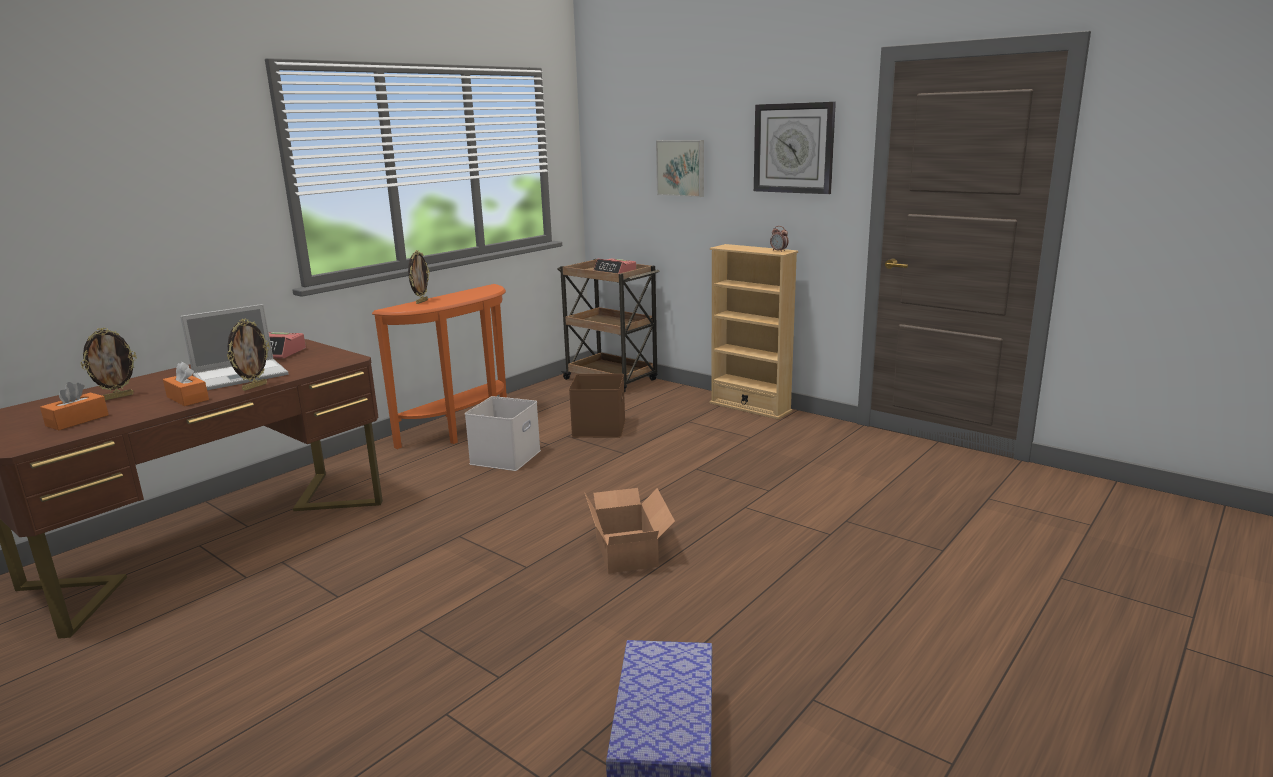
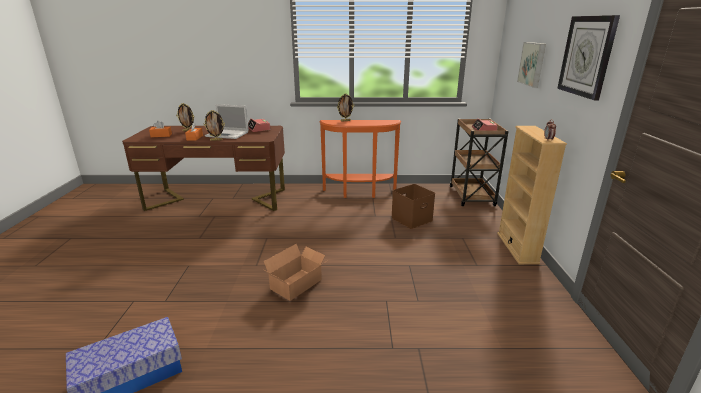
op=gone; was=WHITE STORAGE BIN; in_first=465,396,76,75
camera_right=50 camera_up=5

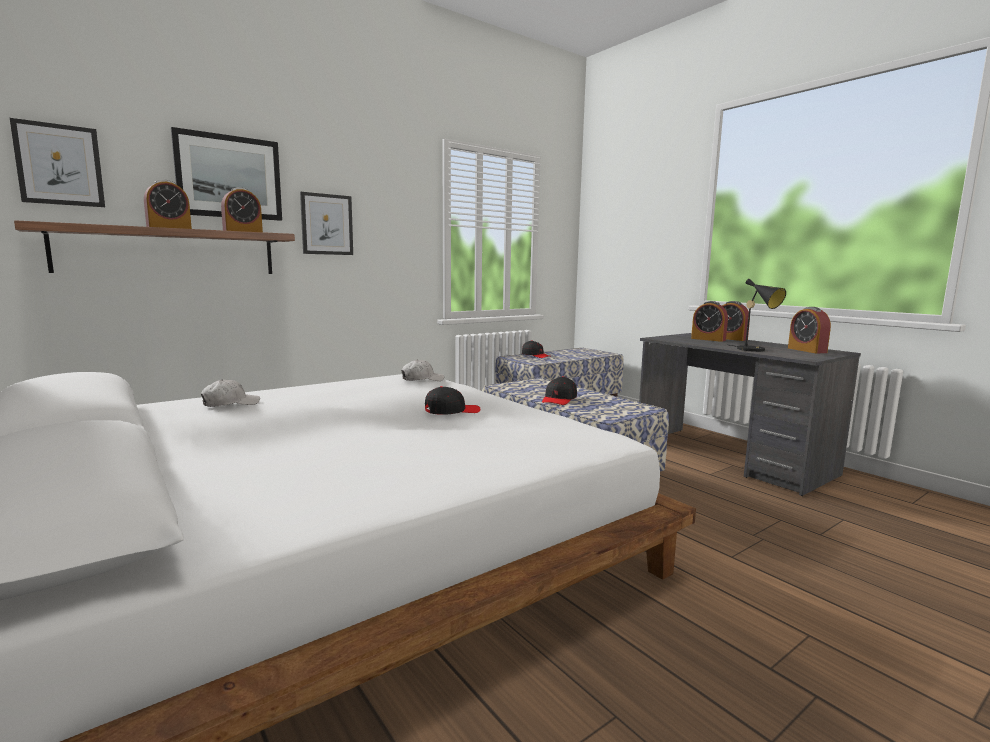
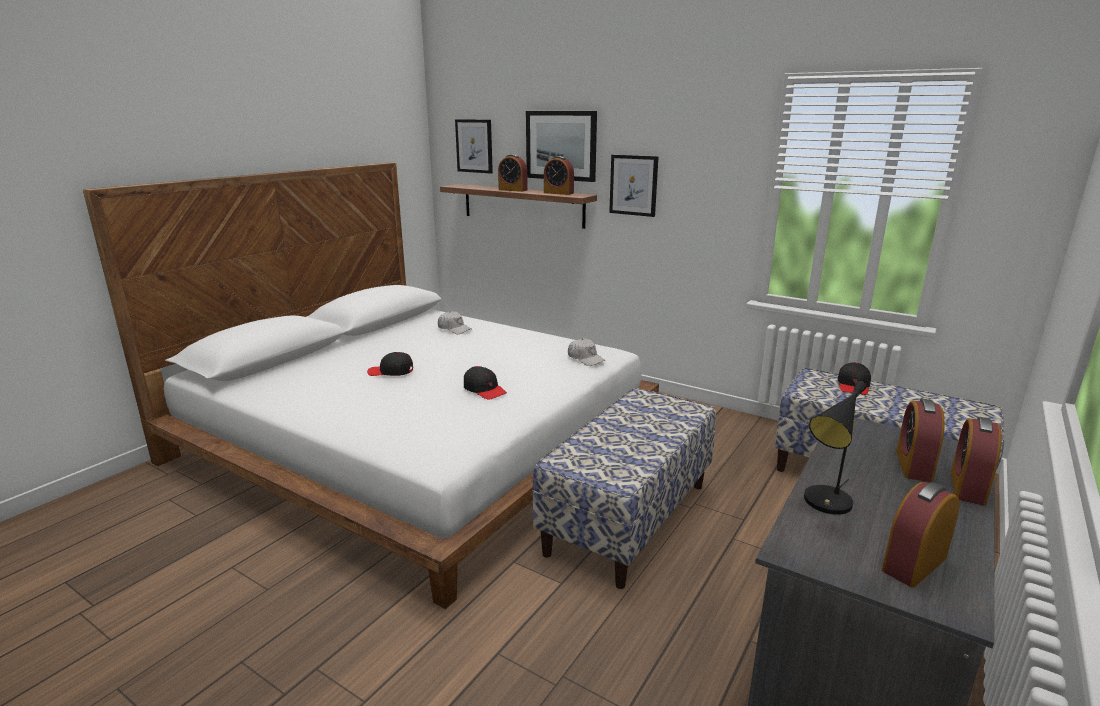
op=shifted; was=BLACK PEAKED CAP; in_first=542,376,35,29; in_second=367,352,46,24
camera_right=70 camera_up=10

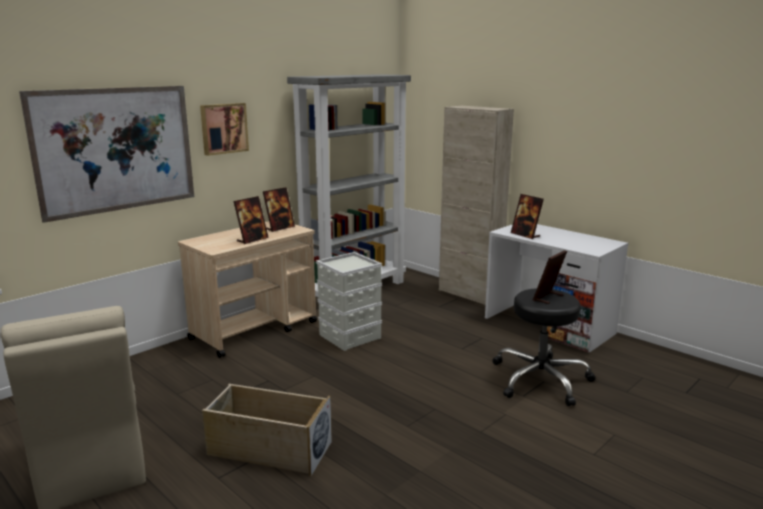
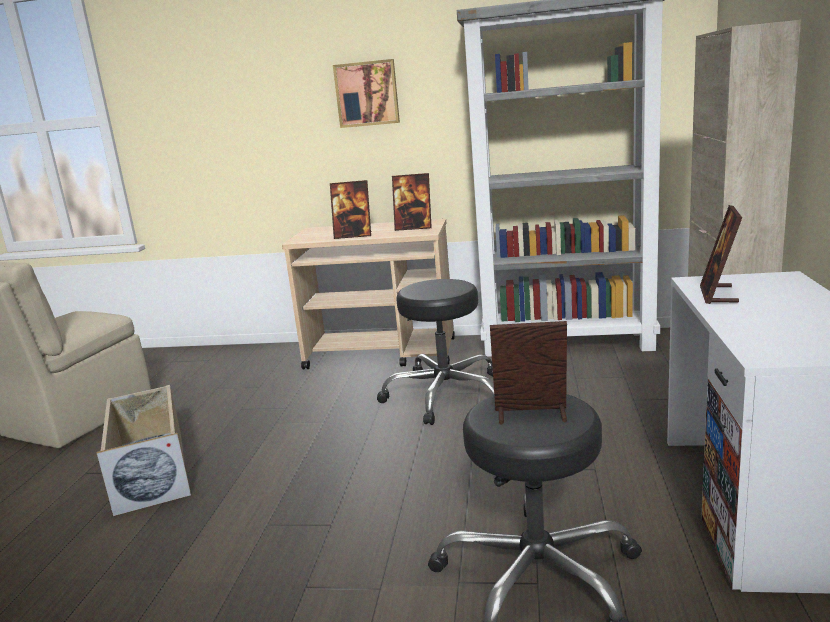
op=gone; was=PICTURE; in_first=19,86,175,137
op=swapped; was=GREYISH STORAGE BIN; now=BLACK STOOL SEAT; in_first=316,252,66,99; in_second=377,279,117,146
camera_right=55 camera_up=0

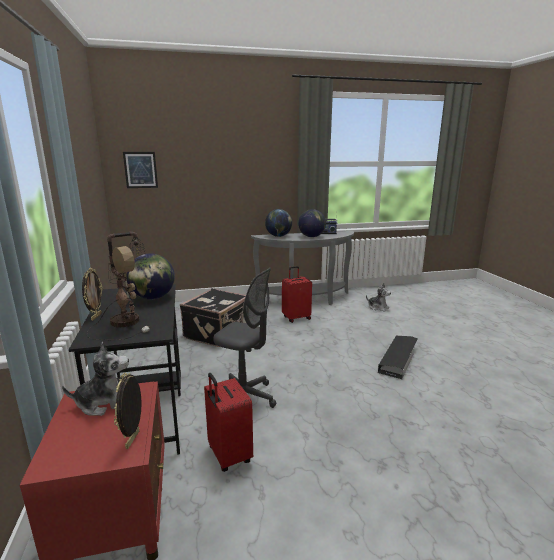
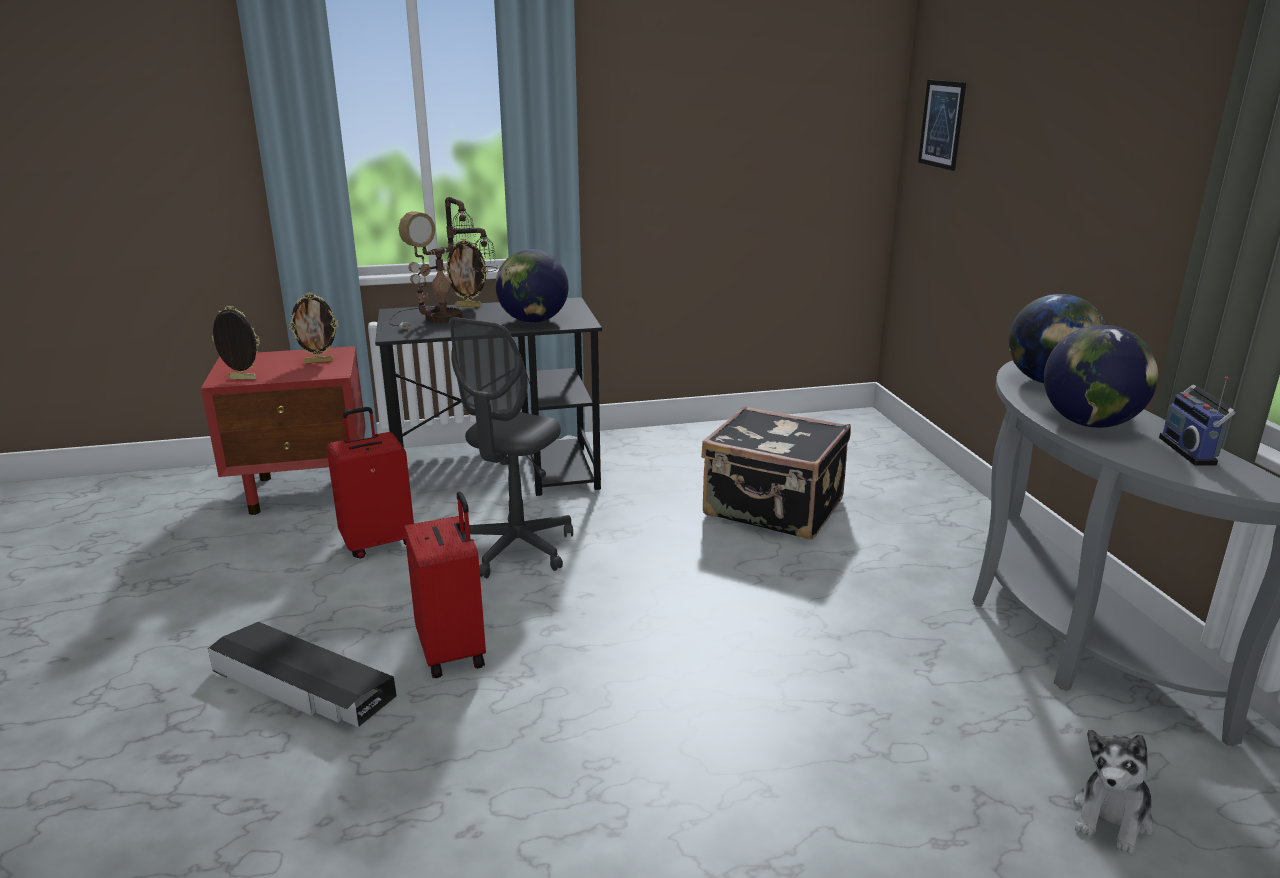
op=shifted; was=RED-COLOURED PIECE OF LUGGAGE; in_first=282,266,30,57; in_second=404,491,82,187
op=shifted; was=BLACK STORAGE BIN; in_first=378,336,39,43; in_second=208,622,189,105
op=swapped; was=PLUSH TOY; now=PHOTO FRAME; in_first=62,342,67,74; in_second=288,293,51,70
camera_right=90 camera_up=5

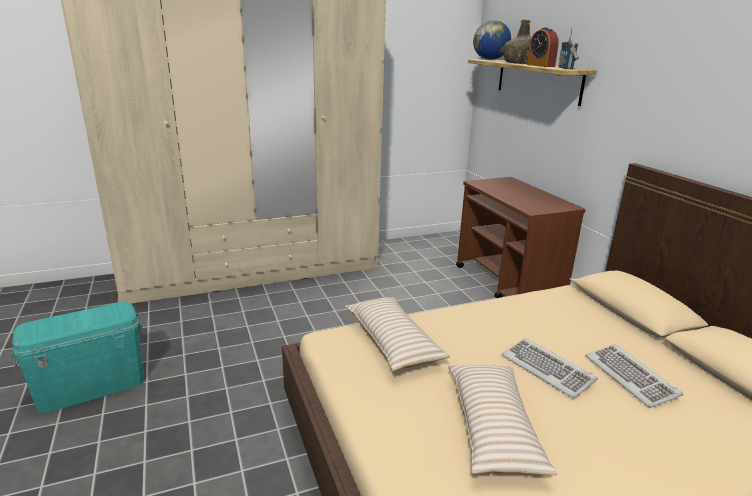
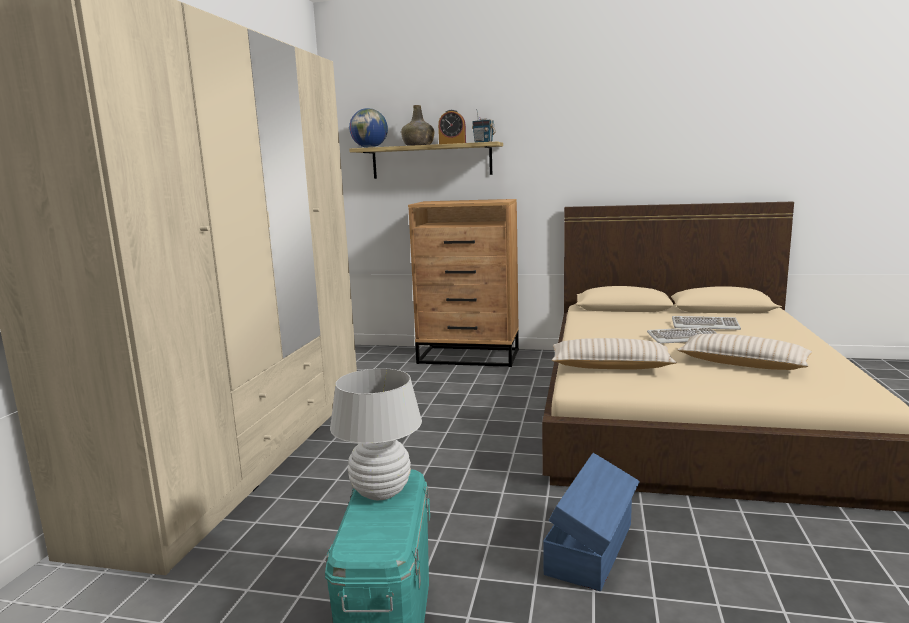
op=new; now=WHITE LAMP FOR A TABLE; in_second=330,368,92,132
op=new; now=BLUE-COLOURED STORAGE BIN; in_second=543,453,97,138
op=swapped; was=BROWN WHEELED CART; now=BROWN CHEST OF DRAWERS; in_first=456,177,130,121; in_second=408,199,111,168
camera_right=-55 camera_up=-10

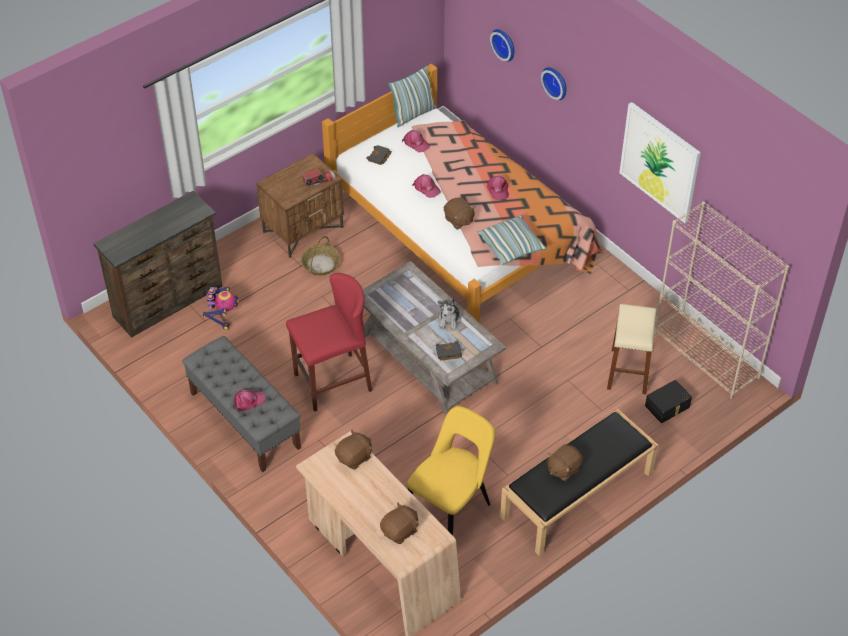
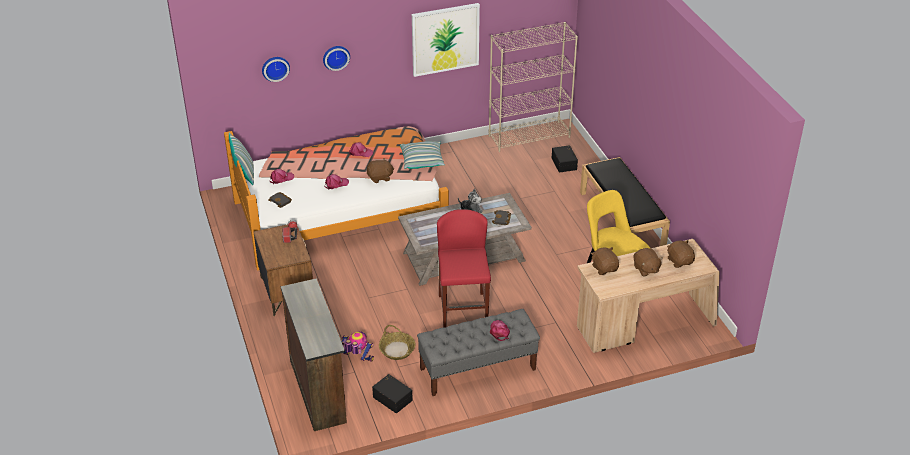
op=gone; was=SAND-COLOURED STOOL SEAT; in_first=607,304,49,90
op=new; now=BLACK STORAGE BIN; in_second=372,374,41,39
op=shifted; was=BASKET; in_first=301,236,39,39; in_second=379,325,36,35
op=shifted; was=BROWN PLUSH TOY; in_first=548,444,36,37; in_second=634,248,29,29
camera_right=-70 camera_up=-10

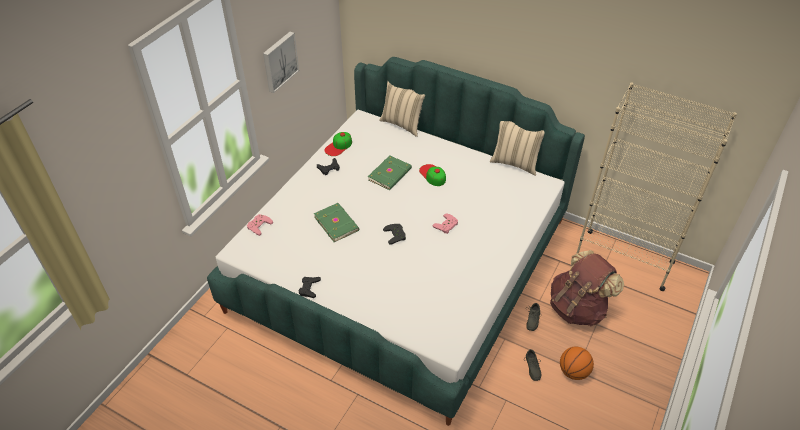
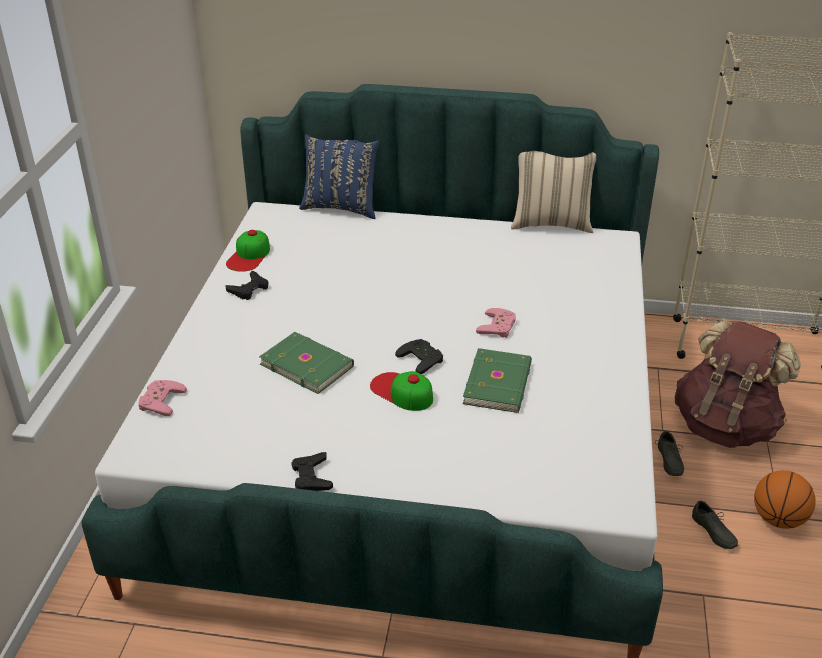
op=gone; was=PICTURE; in_first=263,32,36,61
op=shifted; was=GREEN-COLOURED BOOK; in_first=368,155,44,35; in_second=463,348,69,65
op=shifted; was=PEAKED CAP; in_first=419,164,27,22; in_second=370,371,63,40
op=repainted; was=SAND-COLOURED CUSHION; now=BLUE-COLOURED CUSHION; in_first=379,81,46,56; in_second=299,134,80,85
camera_right=-20 camera_up=-10

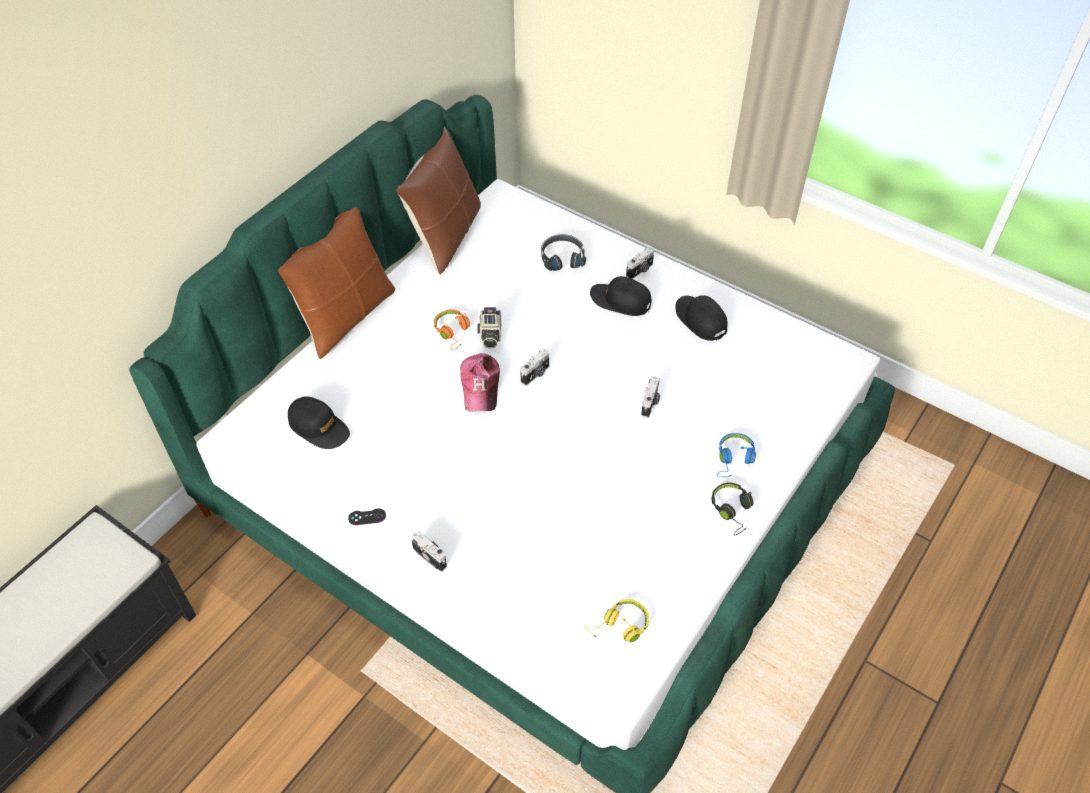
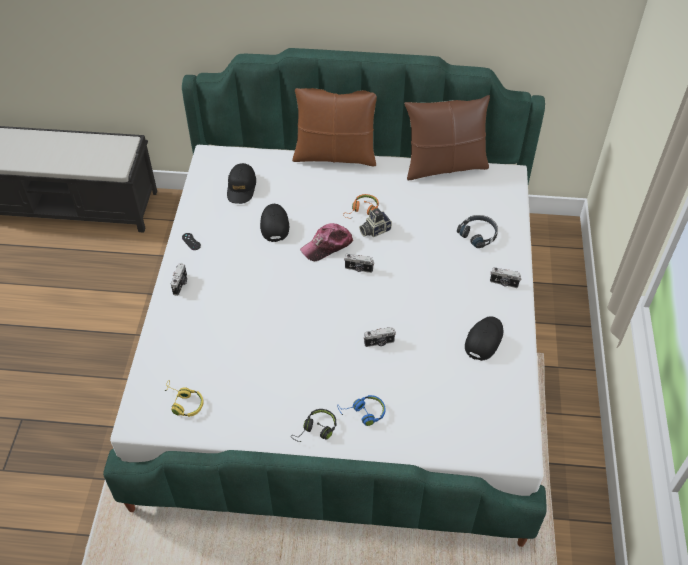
op=shifted; was=BLACK PEAKED CAP; in_first=590,276,62,40; in_second=260,204,29,38
camera_right=60 camera_up=0

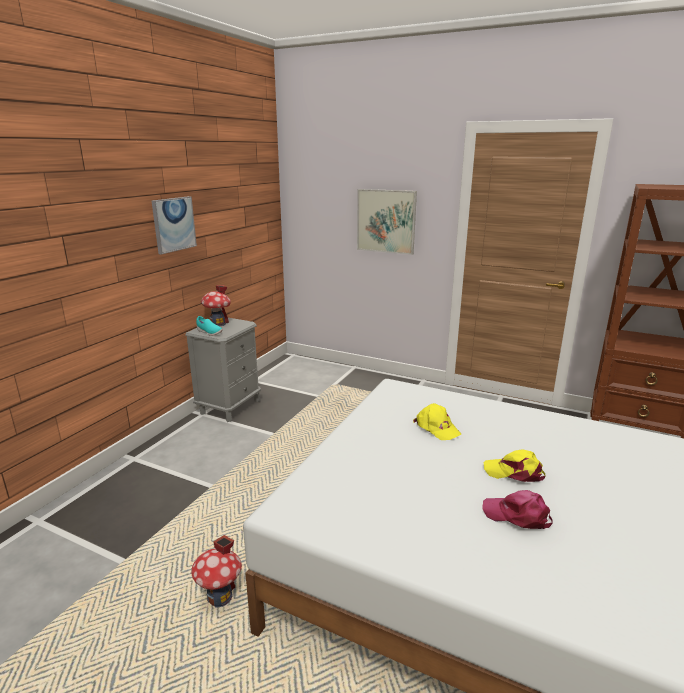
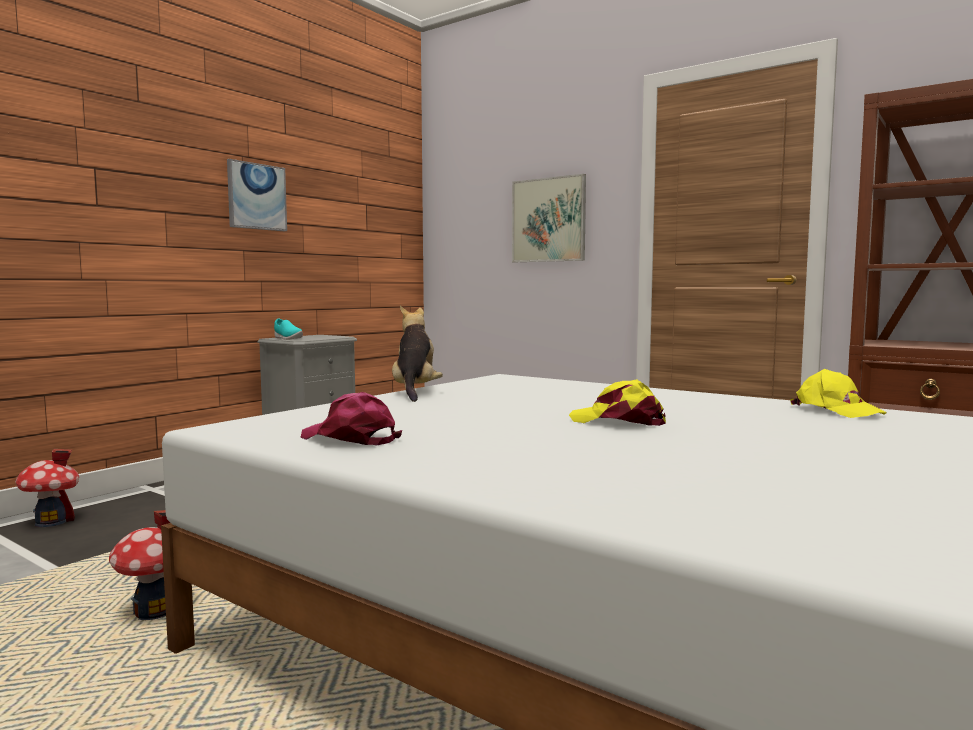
op=new; now=PLUSH TOY; in_second=392,306,51,96
op=shifted; was=MINIATURE HOUSE; in_first=201,285,30,41; in_second=15,449,64,78
op=shifted; was=YELLOW PEAKED CAP; in_first=413,403,48,37; in_second=790,369,97,49
op=shifted; was=PINK-COLOURED PEAKED CAP; in_first=482,490,71,39; in_second=300,392,102,54
camera_right=10 camera_up=-15

